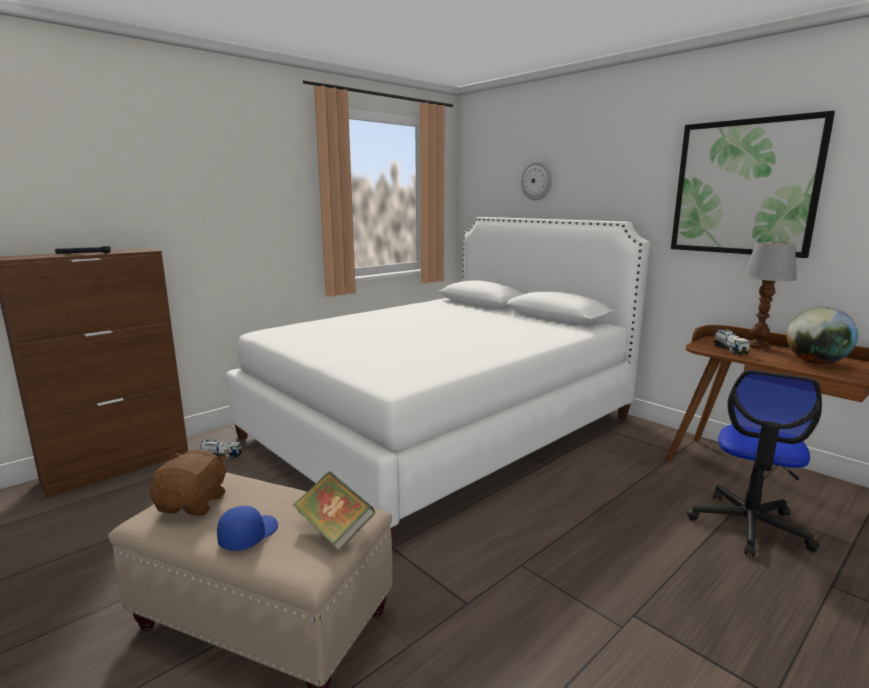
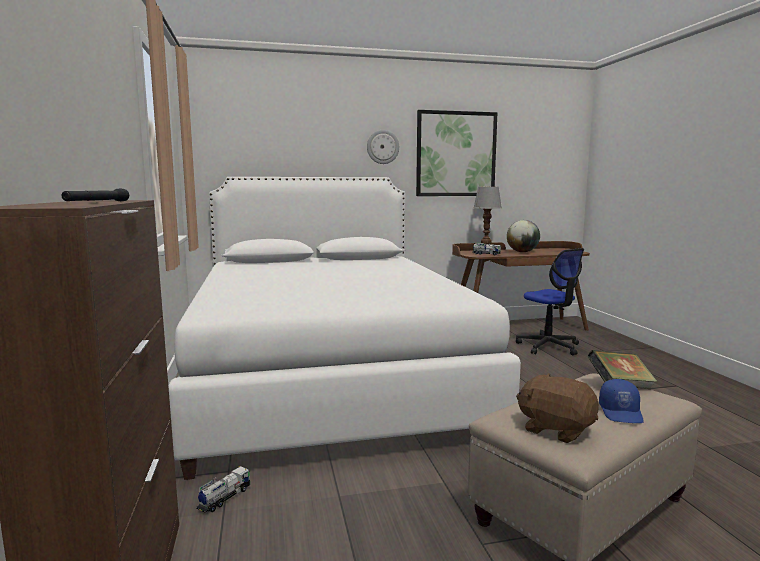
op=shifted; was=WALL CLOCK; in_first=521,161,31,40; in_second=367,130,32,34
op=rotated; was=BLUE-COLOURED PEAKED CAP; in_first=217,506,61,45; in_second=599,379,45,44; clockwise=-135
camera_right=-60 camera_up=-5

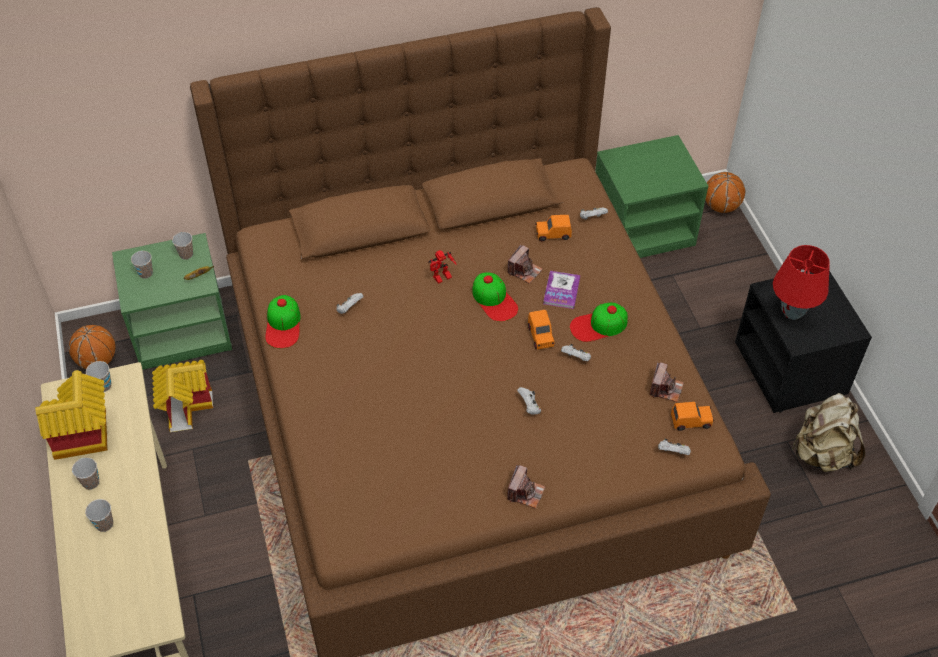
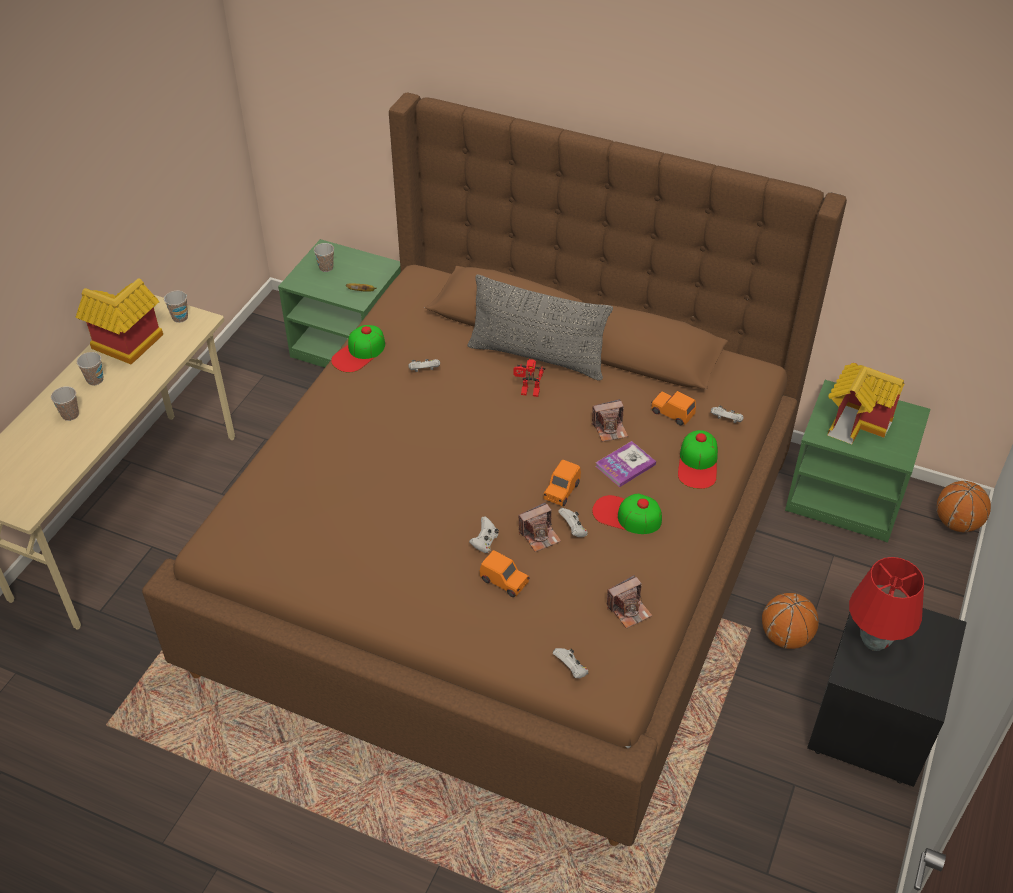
op=gone; was=SMALL CUP; in_first=172,232,21,27
op=gone; was=SAND-COLOURED KNAPSACK; in_first=792,393,73,79
op=new; now=GREYISH CUSHION; in_second=467,275,146,106
op=shifted; was=BASKETBALL; in_first=69,325,46,44; in_second=762,593,57,56
op=shifted; was=MINIATURE HOUSE; in_first=152,360,61,72; in_second=828,363,76,81
op=shifted; was=PEAKED CAP; in_first=472,272,46,50; in_second=678,430,40,59
op=shifted; was=STILL CAMERA; in_first=507,465,39,44; in_second=519,502,42,50
op=shifted; was=ORANGEY MODEL CAR; in_first=671,402,43,29; in_second=480,550,50,47
camera_right=40 camera_up=-5

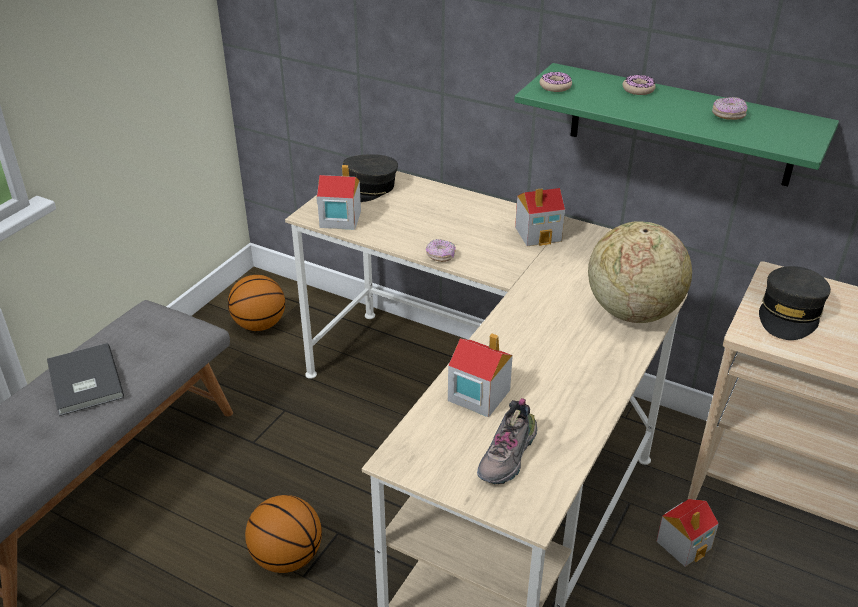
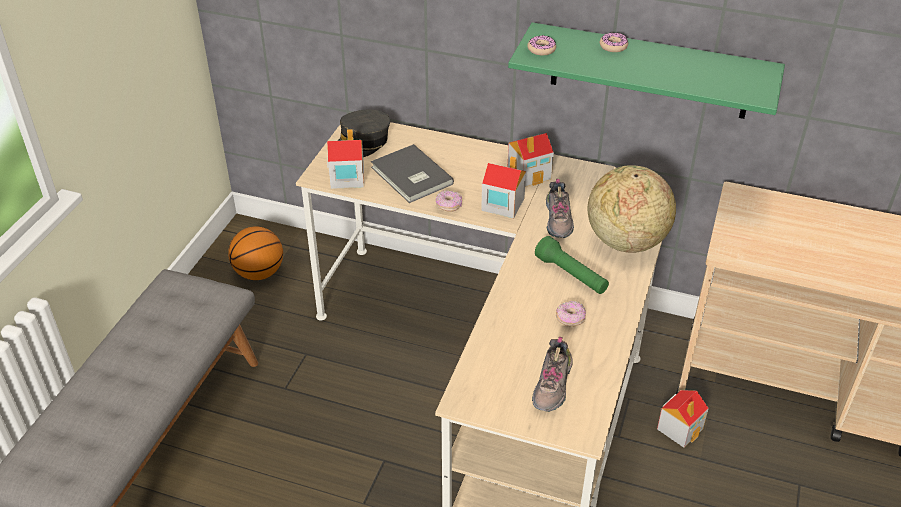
op=gone; was=BASKETBALL; in_first=245,495,77,78
op=gone; was=GREYISH PEAKED CAP; in_first=759,266,72,74
op=new; now=GREEN-COLOURED TORCH; in_second=535,236,74,58
op=new; now=SHOE; in_second=546,179,28,59
op=shifted; was=GREYISH BOOK; in_first=47,343,77,73; in_second=371,144,83,59
op=shifted; was=MINIATURE HOUSE; in_first=448,333,65,84; in_second=481,157,45,61
op=shifted; was=RING DOUGHNUT; in_first=712,97,36,23; in_second=556,301,30,25
camera_right=-10 camera_up=5

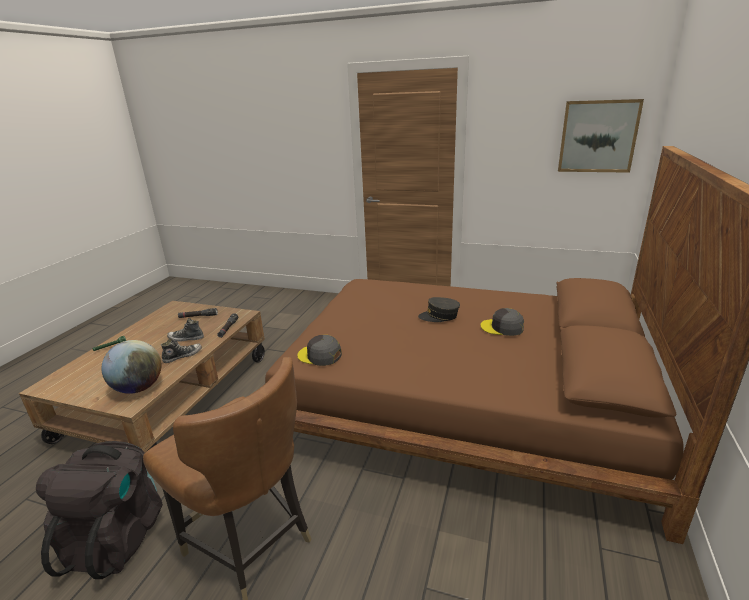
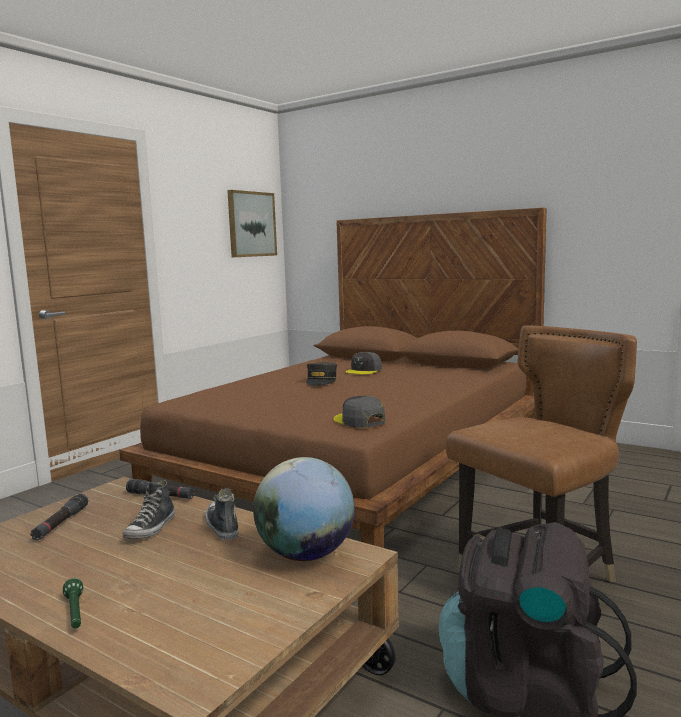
op=rotated; was=GREYISH PEAKED CAP; in_first=297,335,45,31; in_second=334,396,51,32; clockwise=105
camera_right=-75 camera_up=-15

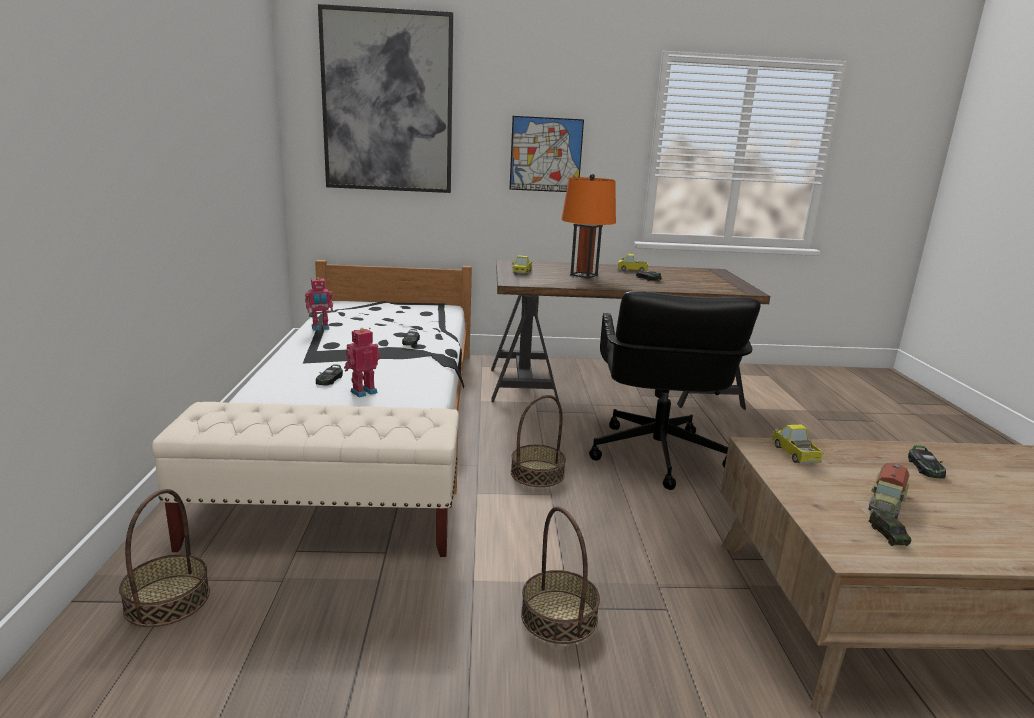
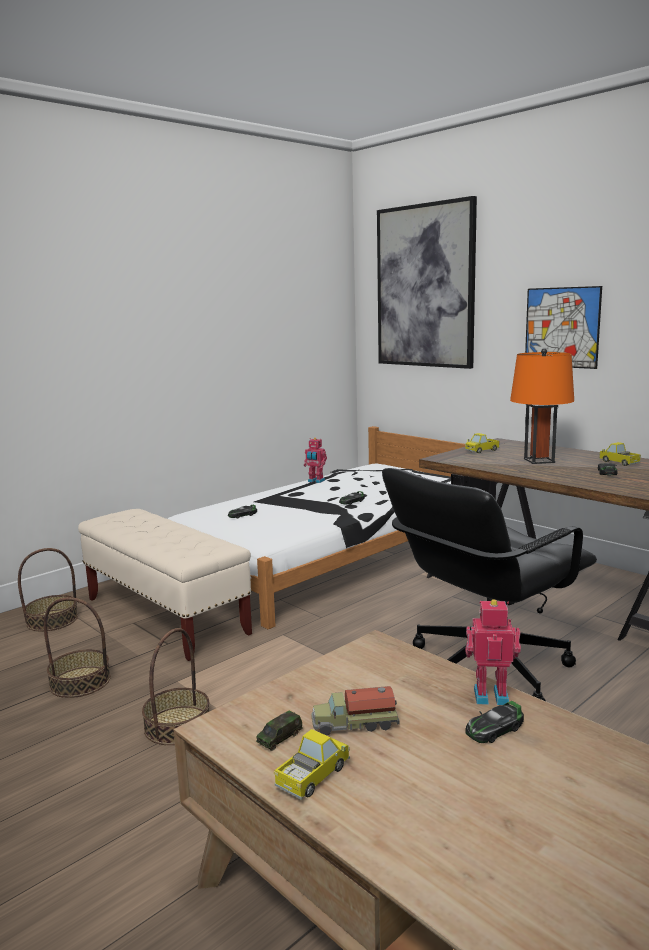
op=shifted; was=TOY ROBOT; in_first=344,328,37,70; in_second=465,599,56,106
op=shifted; was=BASKET; in_first=511,395,55,92; in_second=44,597,67,101
op=shifted; was=TOY TRUCK; in_first=771,425,52,38; in_second=274,729,76,71
camera_right=50 camera_up=-5

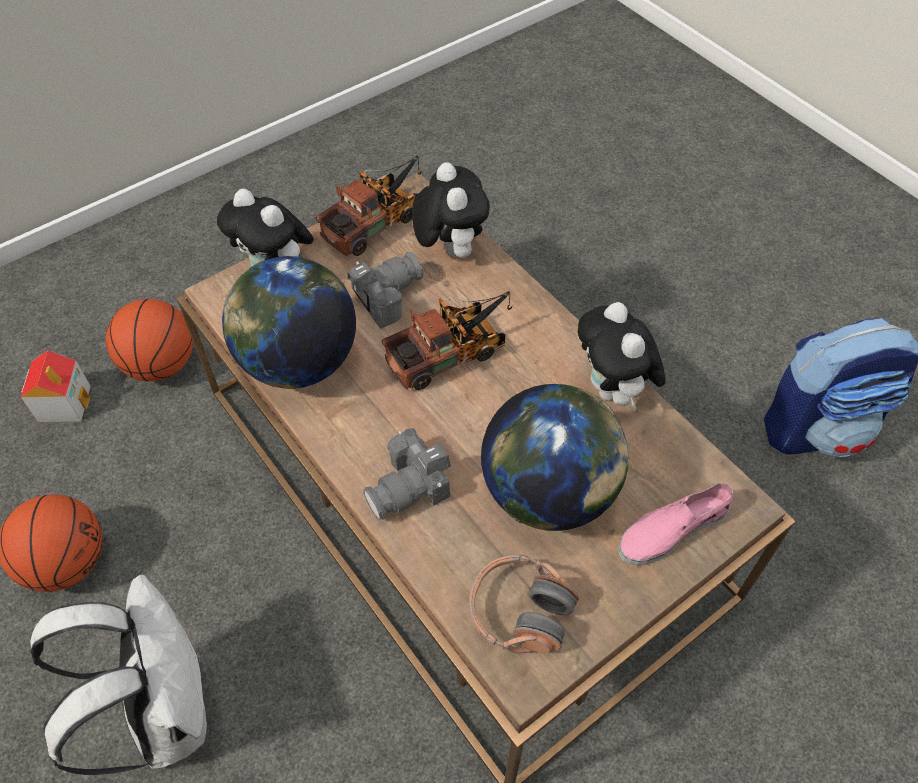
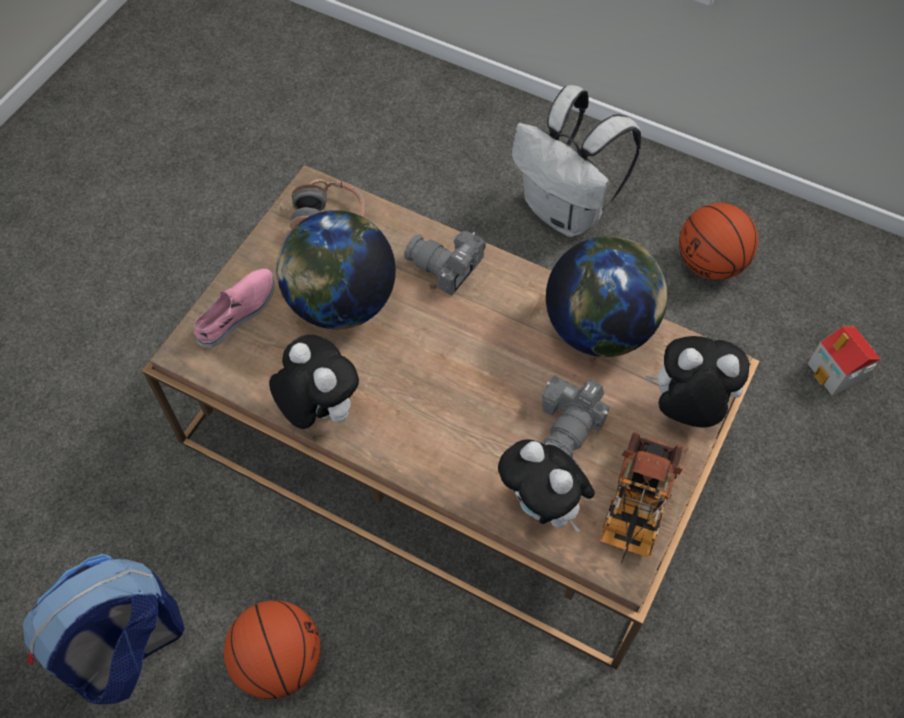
op=gone; was=TOY TRUCK; in_first=382,291,130,99
op=shifted; was=BASKETBALL; in_first=106,299,87,82; in_second=224,600,97,100
op=rotated; was=STILL CAMERA; in_first=363,428,88,92; in_second=404,231,82,65; clockwise=-90
camera_right=155 camera_up=5

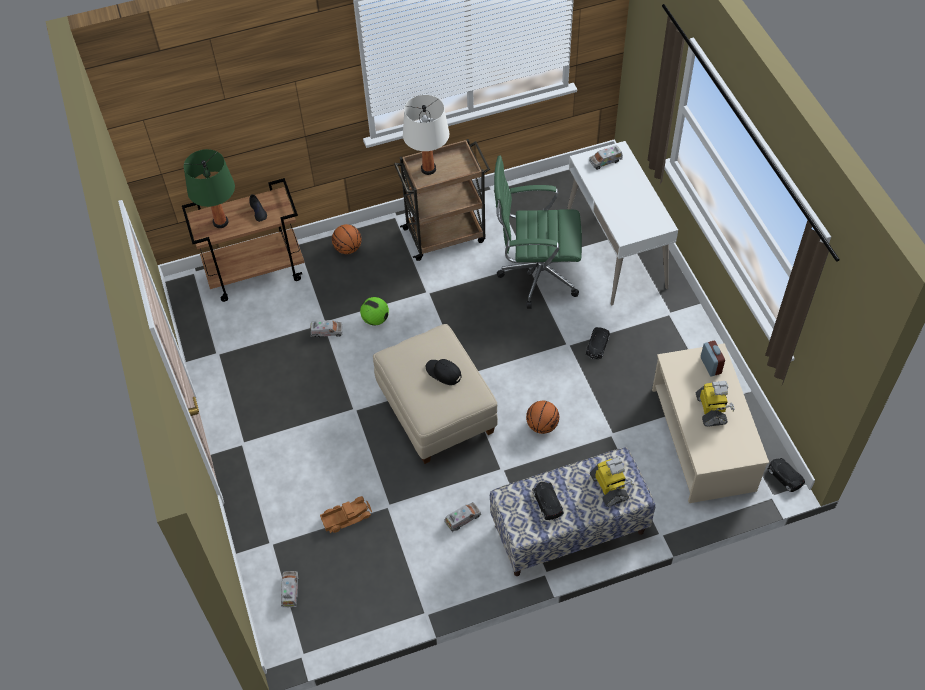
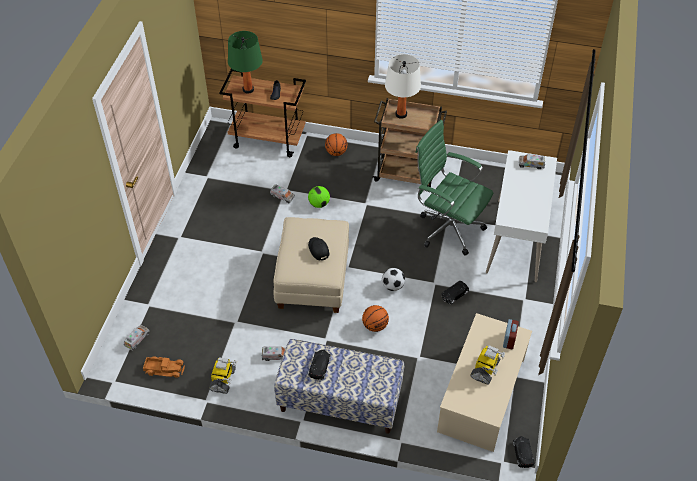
op=new; now=BALL FOR FOOTBALL; in_second=382,268,23,23
op=shifted; was=TOY TRUCK; in_first=320,496,52,37; in_second=143,356,42,22
op=shifted; was=TOY ROBOT; in_first=590,456,44,51; in_second=209,357,28,37
camera_right=30 camera_up=-5

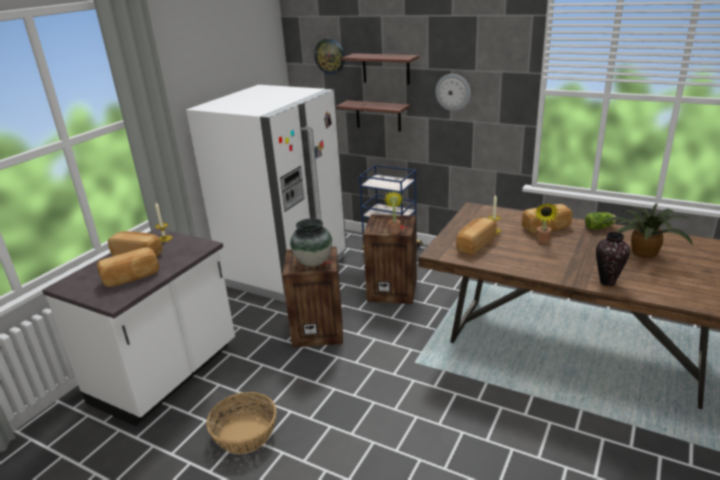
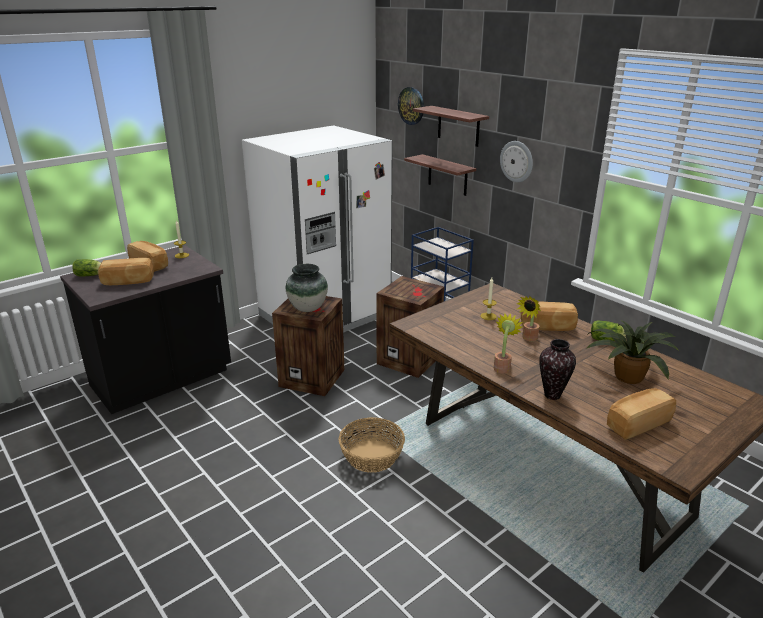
op=new; now=LETTUCE; in_second=72,259,29,18
op=shifted; was=BASKET; in_first=206,392,71,62; in_second=338,417,67,56
op=shifted; was=HOUSEPLANT; in_first=384,191,19,43; in_second=494,313,28,60
op=shifted; was=BAKERY BREAD; in_first=456,218,41,38; in_second=607,388,69,52
op=repainted; was=WHITE KITCHEN COUNTER; now=BLACK KITCHEN COUNTER; in_first=42,228,193,198; in_second=60,245,171,169
camera_right=20 camera_up=0

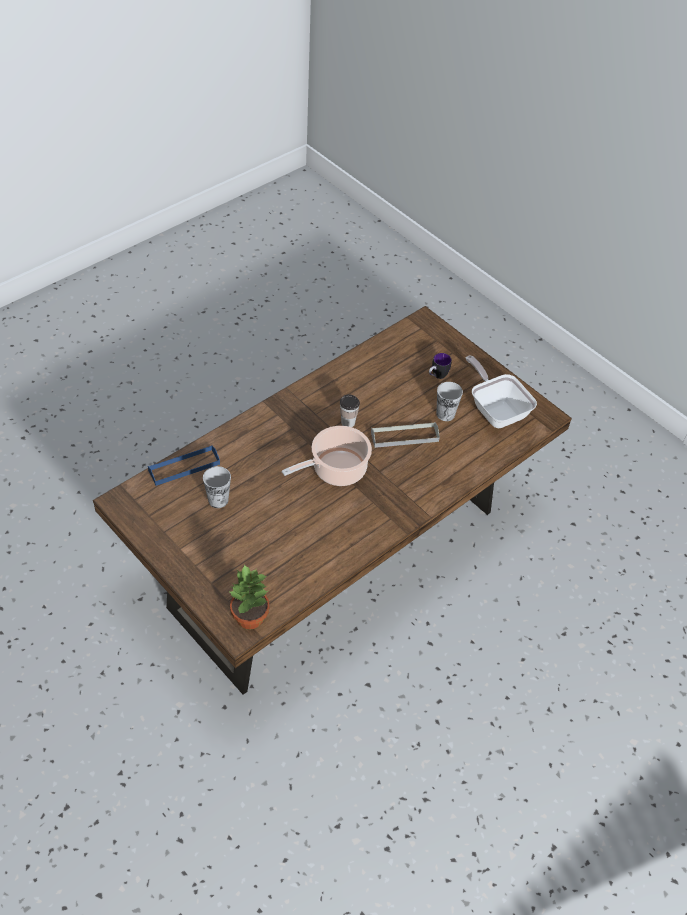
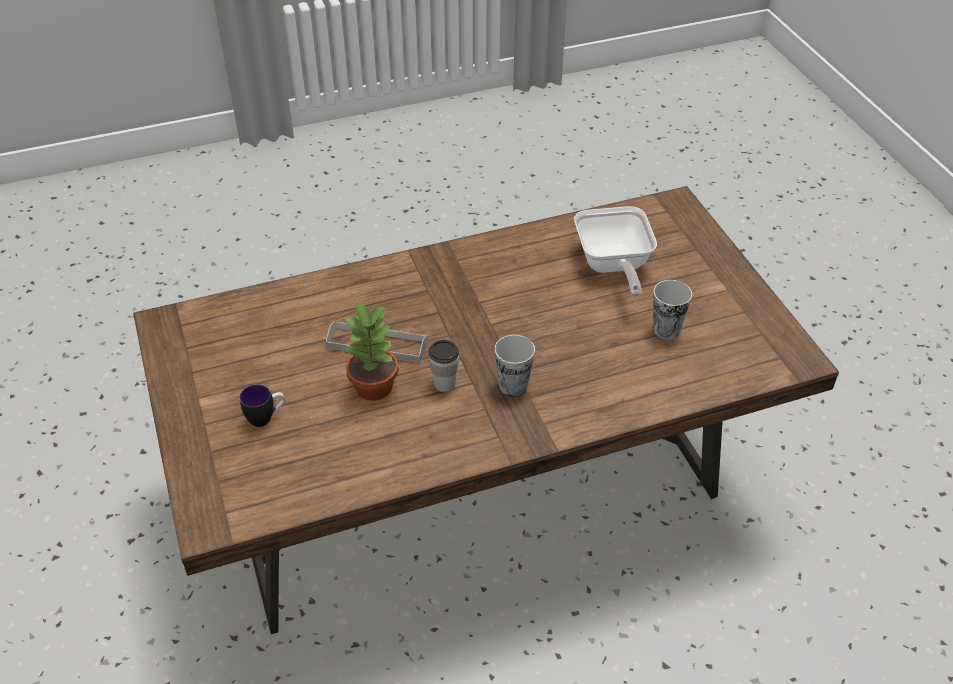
op=gone; was=BLUE-COLOURED TRAY; in_first=148,445,72,41
op=gone; was=COOKING POT; in_first=282,426,90,60
op=shifted; was=HOUSEPLANT; in_first=228,564,42,66; in_second=343,301,56,100
op=shifted; was=SMALL CUP; in_first=437,382,26,39; in_second=495,335,40,62
op=shifted; was=PAN; in_first=466,355,71,73; in_second=574,206,83,91
camera_right=-155 camera_up=-5

